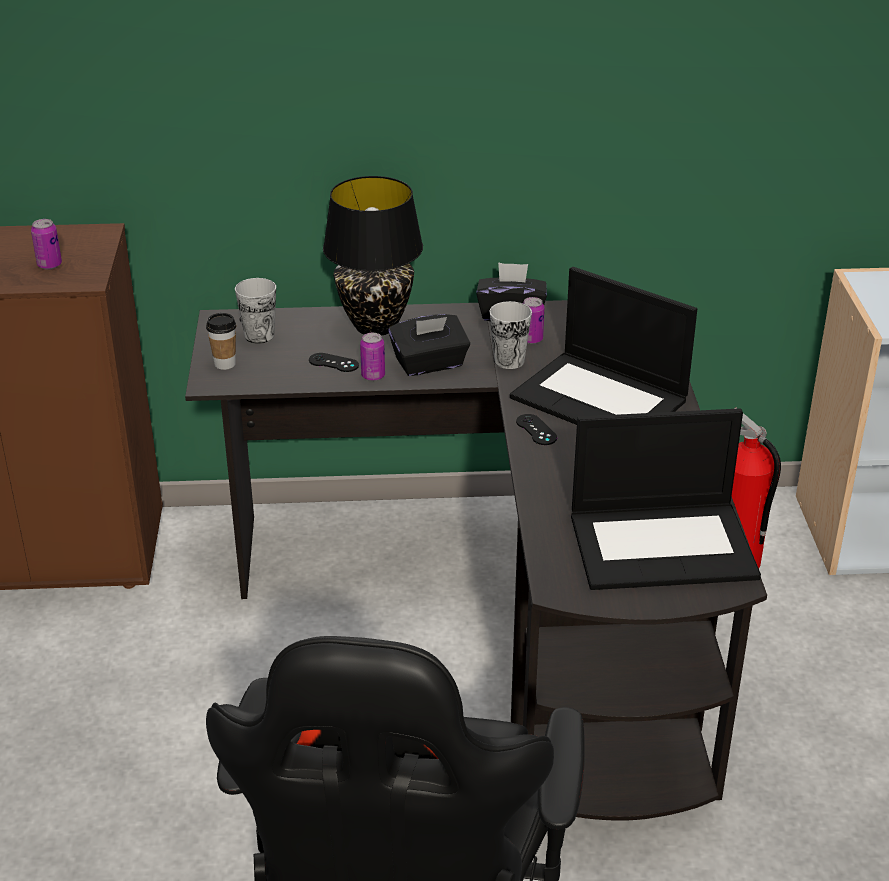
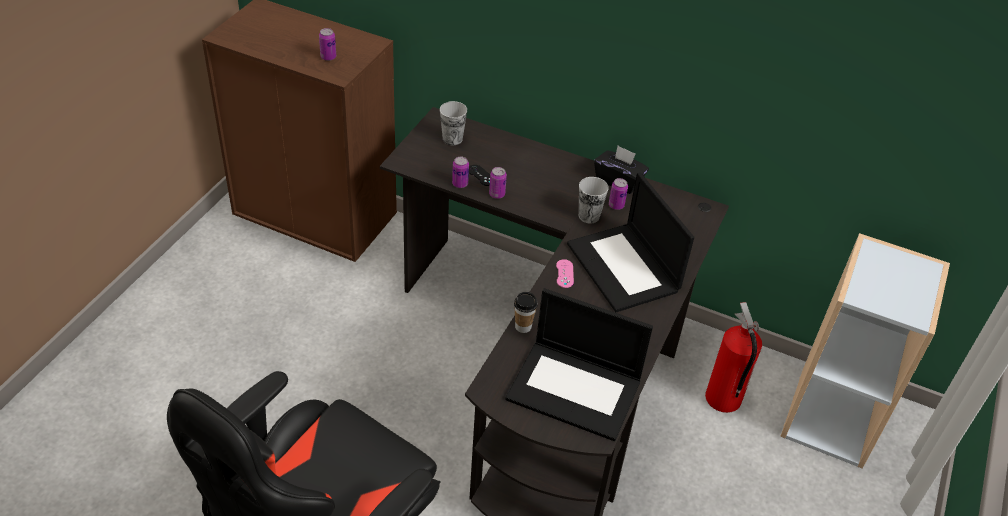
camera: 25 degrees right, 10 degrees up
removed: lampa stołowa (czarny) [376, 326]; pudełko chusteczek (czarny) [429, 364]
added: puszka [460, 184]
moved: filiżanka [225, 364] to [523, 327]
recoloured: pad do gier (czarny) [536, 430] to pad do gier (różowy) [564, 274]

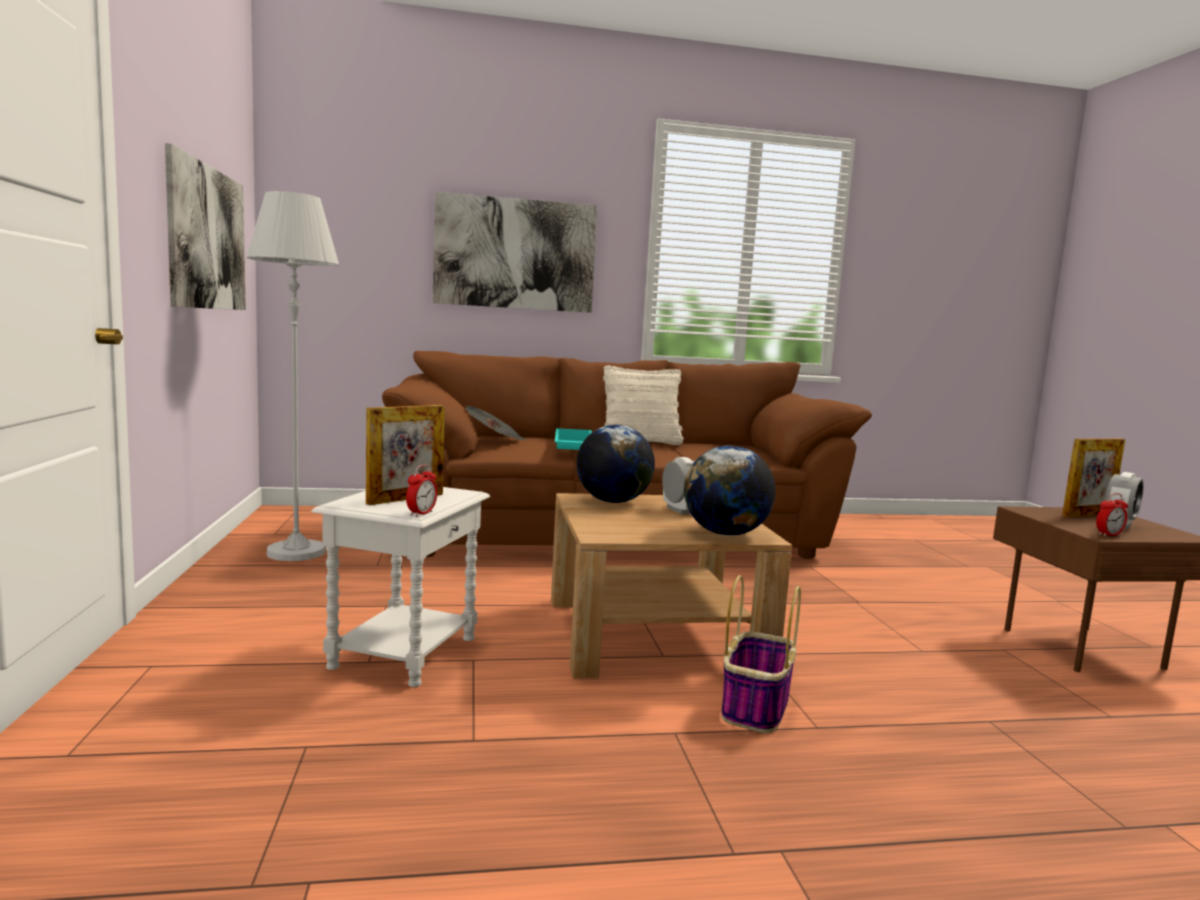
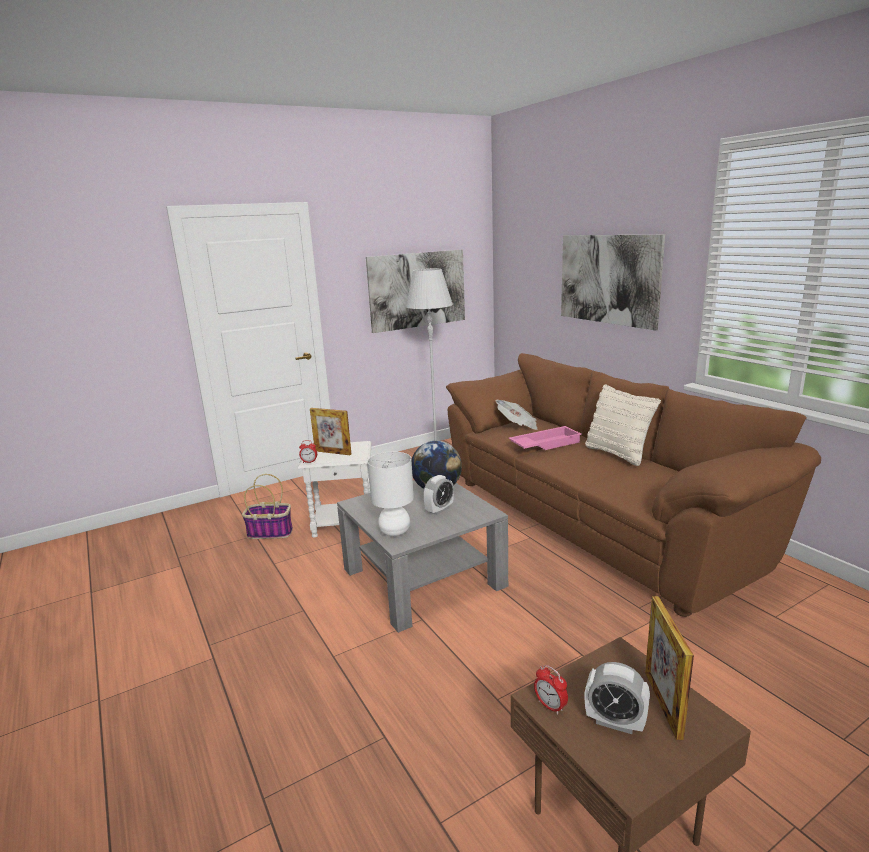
camera: 70 degrees right, 10 degrees up
moved: koszyk [755, 706] to [271, 532]
replaced: globus [725, 534] to lampa stołowa (biały) [394, 532]
recoloured: ława (brązowy) [653, 633] to ława (szary) [423, 577]; taca (turkusowy) [572, 447] to taca (różowy) [545, 444]
turned: ramka na zdjęcie [1087, 514] = [663, 703] 45 degrees clockwise

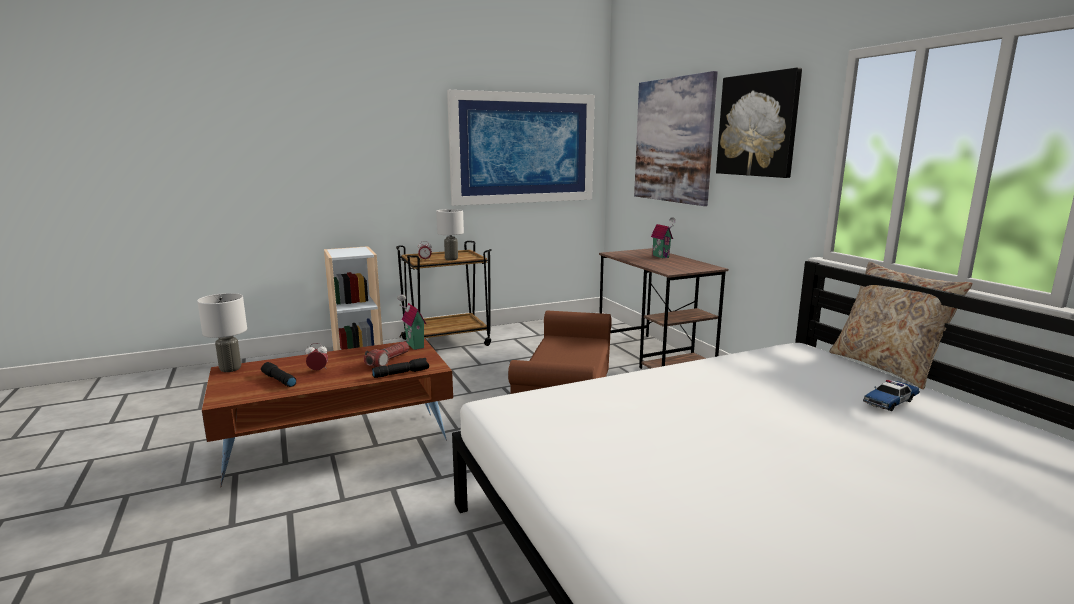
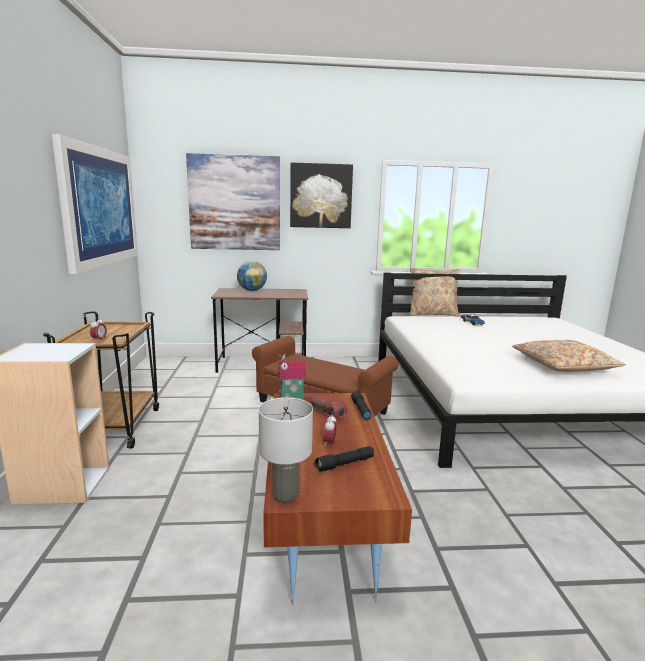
camera: 70 degrees left, 0 degrees up
removed: lampa stołowa (biały) [451, 259]
added: poduszka (beżowy) [563, 366]
replaced: domek [662, 256] to globus [252, 290]

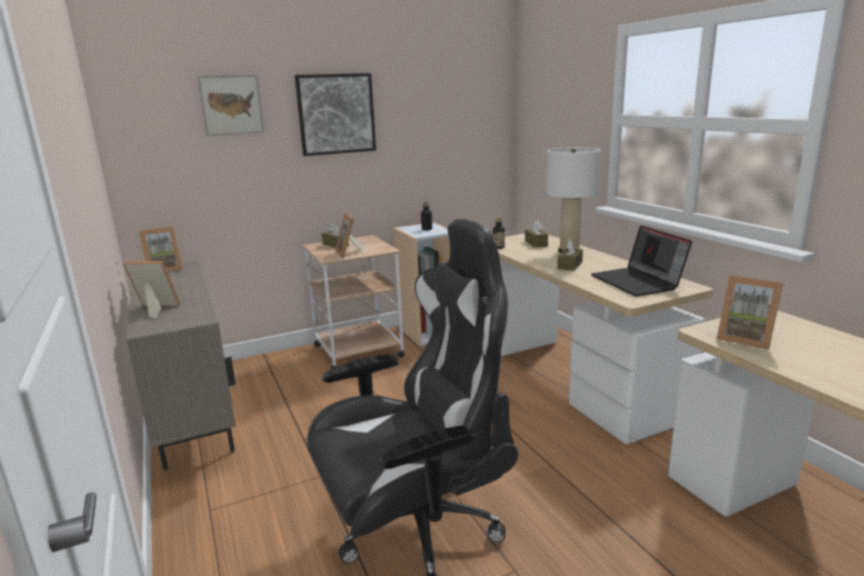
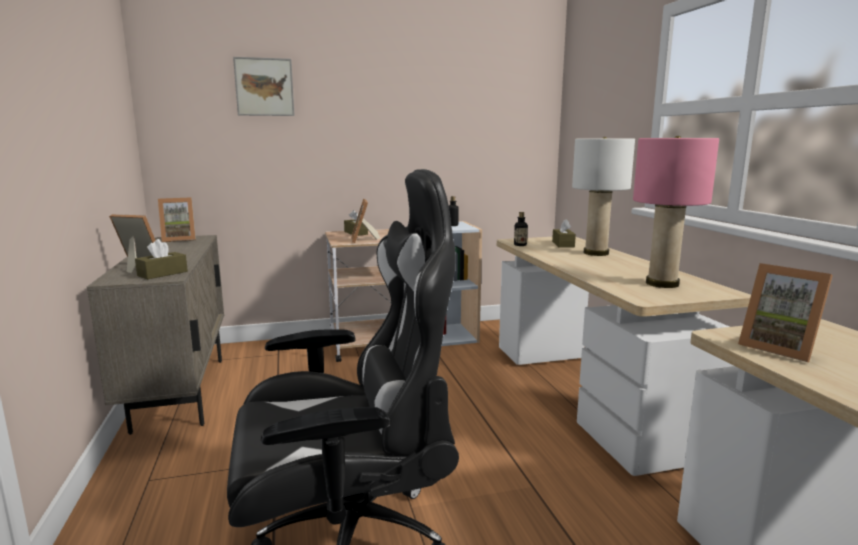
camera: 10 degrees right, 5 degrees down
removed: obraz [336, 114]
moved: pudełko chusteczek (brązowy) [569, 265] to [162, 273]
replaced: laptop [638, 282] to lampa stołowa (różowy) [662, 284]

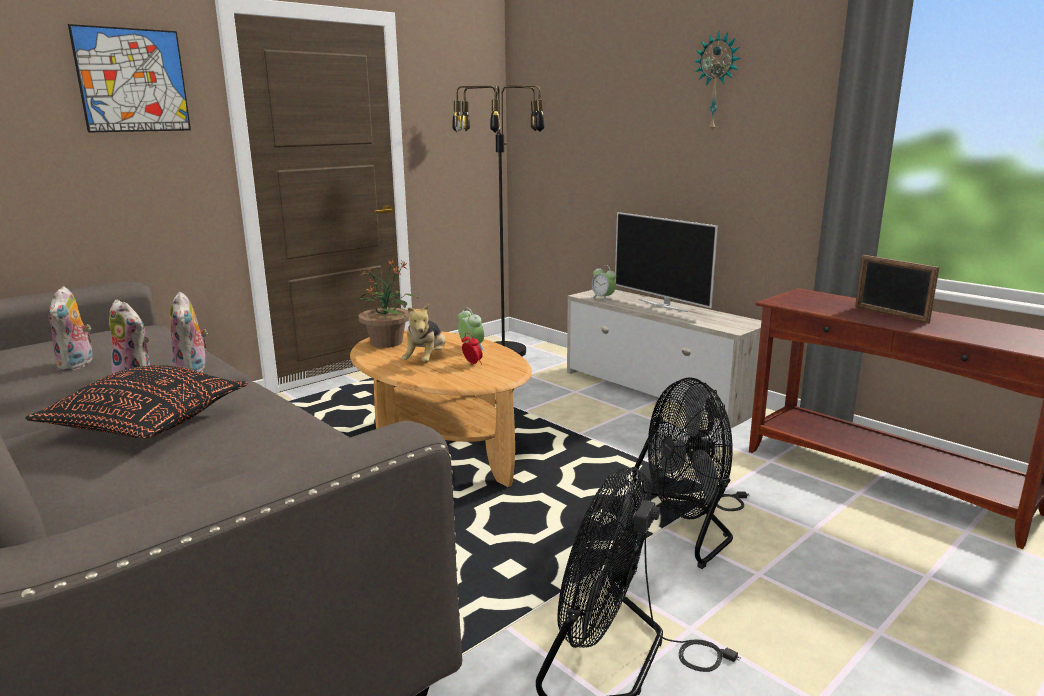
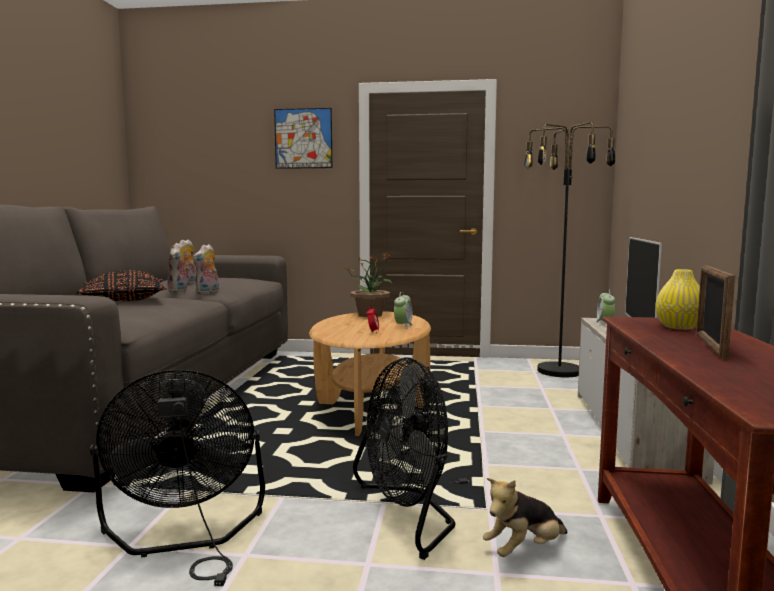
camera: 50 degrees right, 10 degrees down
removed: zegar ścienny [717, 82]
added: wazon (żółty) [679, 327]
moved: pluszak [426, 360] to [524, 550]
turned: wentylator (czarny) [692, 521] = [414, 511] 60 degrees counterclockwise

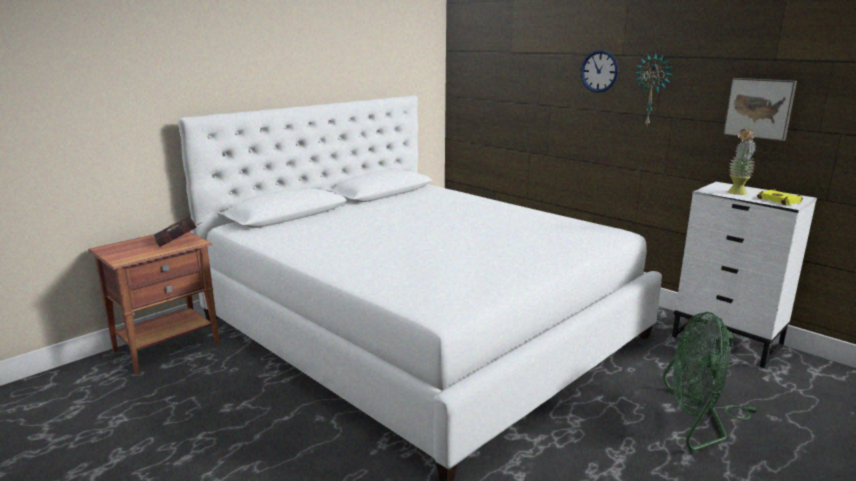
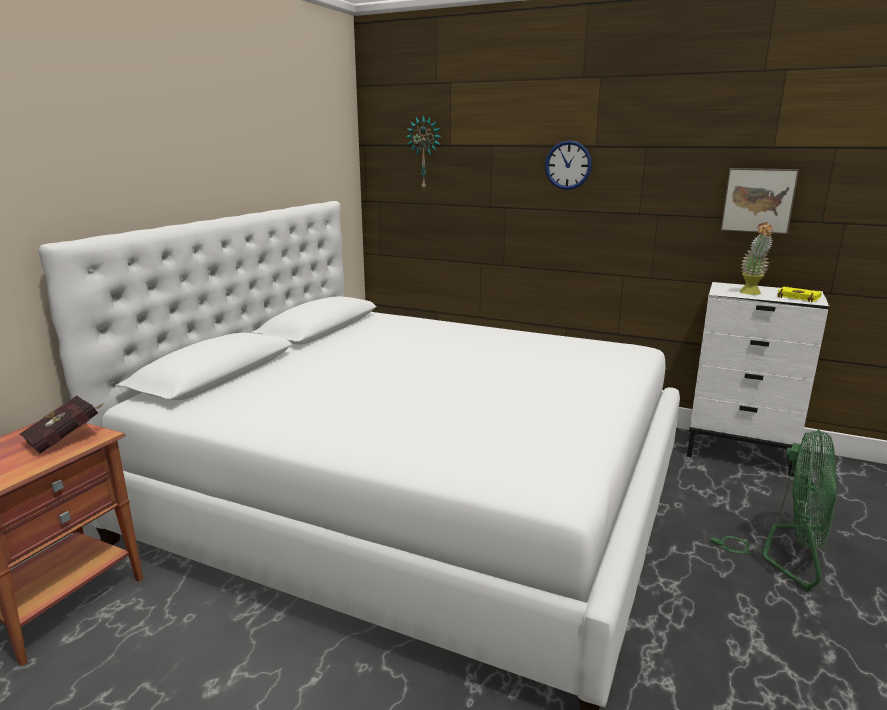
camera: 20 degrees left, 0 degrees up
moved: zegar ścienny [652, 90] to [425, 153]
turned: wentylator (zielony) [700, 419] = [786, 551] 135 degrees counterclockwise

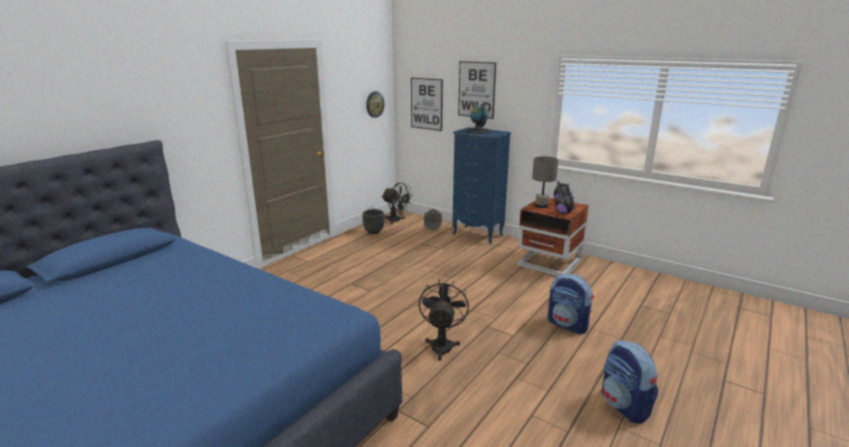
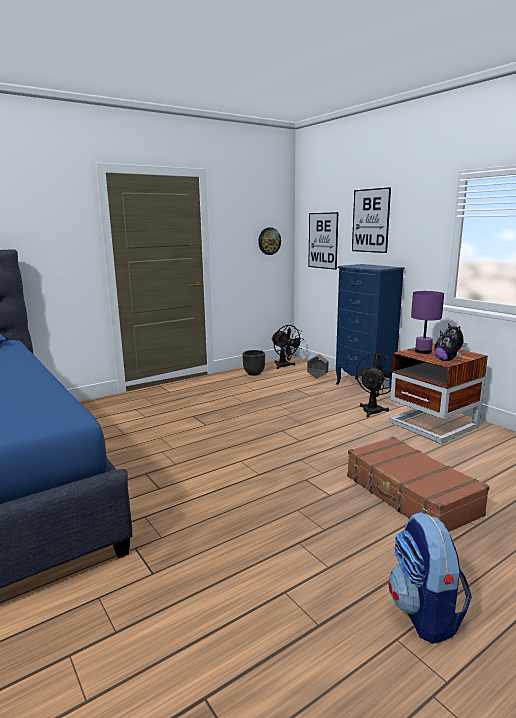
camera: 20 degrees right, 5 degrees down
removed: globus [478, 131]
moved: wentylator (czarny) [442, 344] to [373, 409]
replaced: plecak [568, 325] to walizka (brązowy) [410, 496]
recoloured: lampa stołowa (szary) [541, 205] to lampa stołowa (fioletowy) [422, 351]

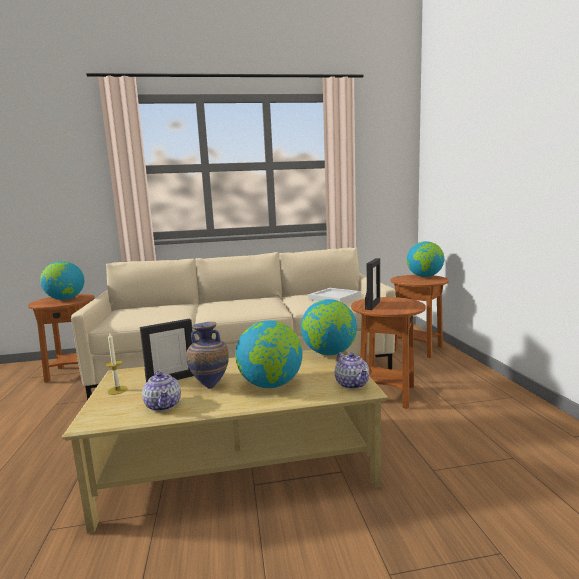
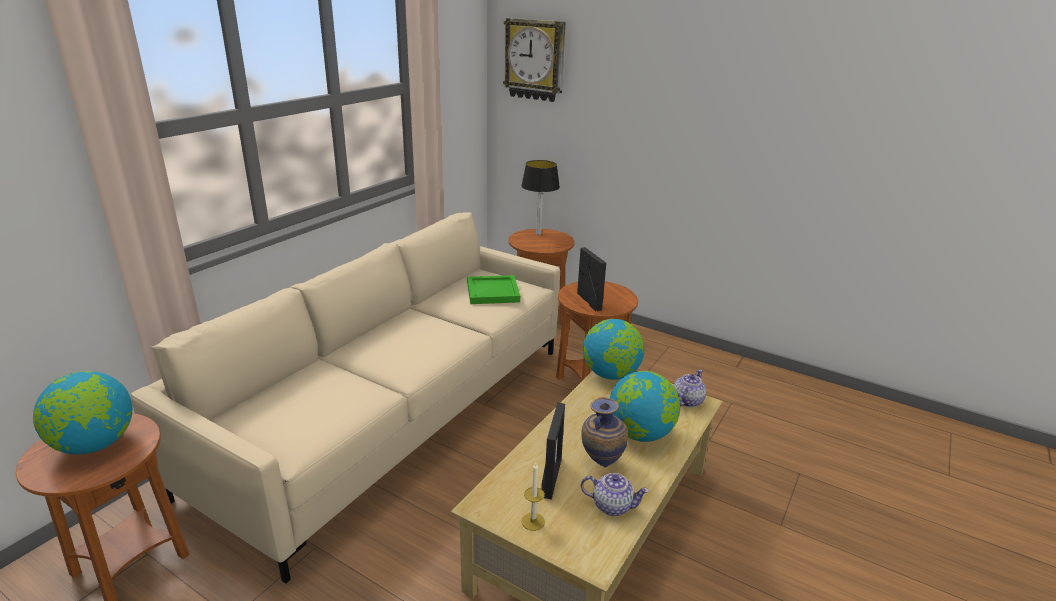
camera: 50 degrees left, 15 degrees up
added: zegar ścienny [535, 60]
replaced: globus [424, 277] to lampa stołowa [539, 233]
recoloured: taca (biały) [335, 298] to taca (zielony) [493, 292]
turned: imbryk [352, 384] = [687, 401] 75 degrees counterclockwise

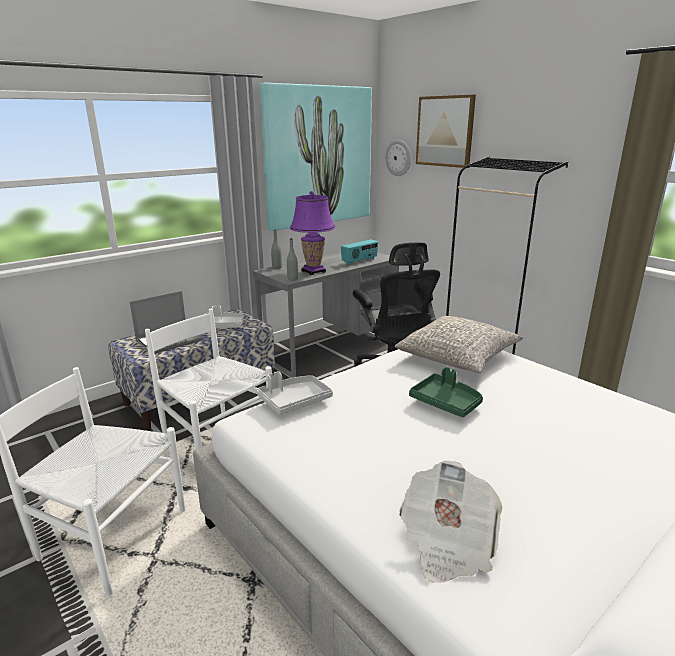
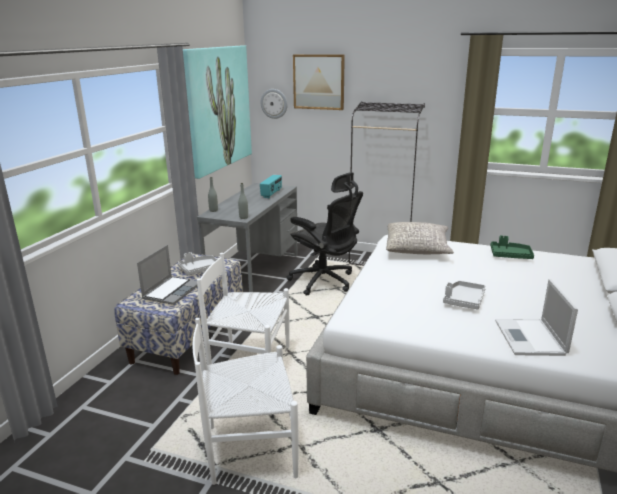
camera: 30 degrees left, 0 degrees up
removed: lampa stołowa (fioletowy) [313, 271]
moved: taca (szary) [294, 401] to [463, 300]; taca (zielony) [446, 402] to [510, 255]
replaced: gazeta [447, 542] to laptop [530, 338]

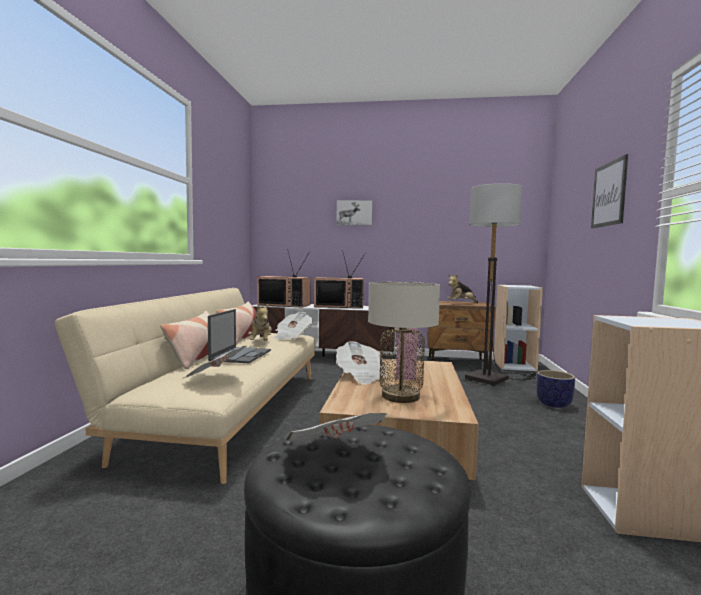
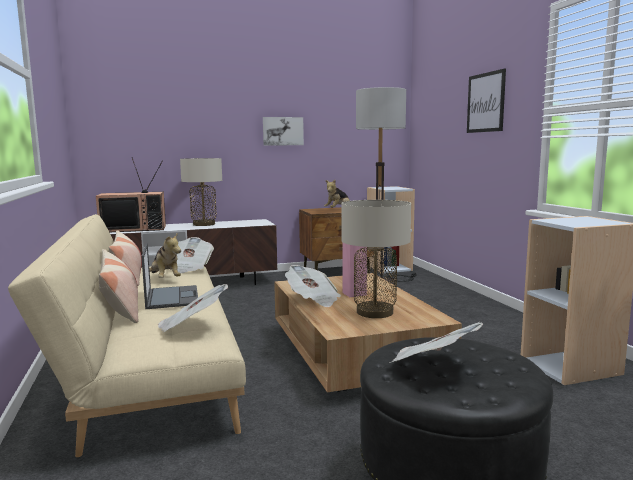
camera: 25 degrees left, 5 degrees up
removed: donica [553, 404]
moved: obraz [354, 213] to [282, 131]
replaced: telewizor [339, 306] to lampa stołowa [204, 224]

